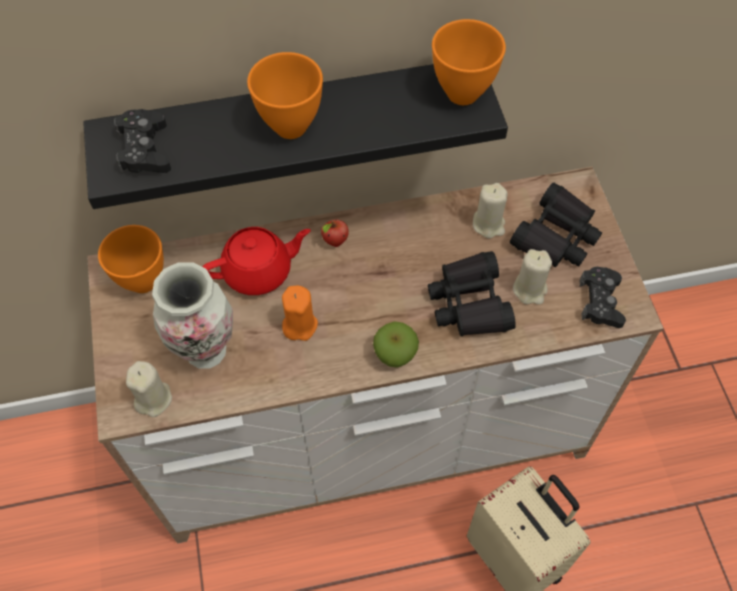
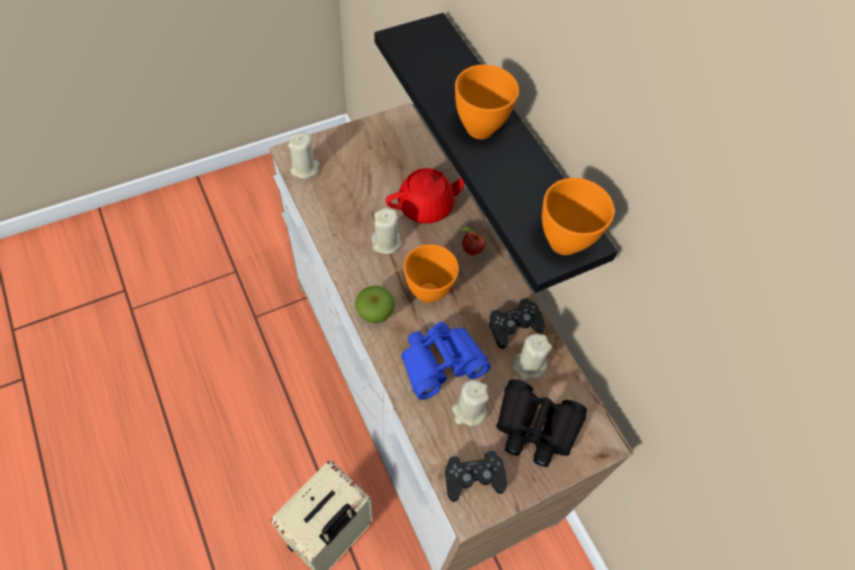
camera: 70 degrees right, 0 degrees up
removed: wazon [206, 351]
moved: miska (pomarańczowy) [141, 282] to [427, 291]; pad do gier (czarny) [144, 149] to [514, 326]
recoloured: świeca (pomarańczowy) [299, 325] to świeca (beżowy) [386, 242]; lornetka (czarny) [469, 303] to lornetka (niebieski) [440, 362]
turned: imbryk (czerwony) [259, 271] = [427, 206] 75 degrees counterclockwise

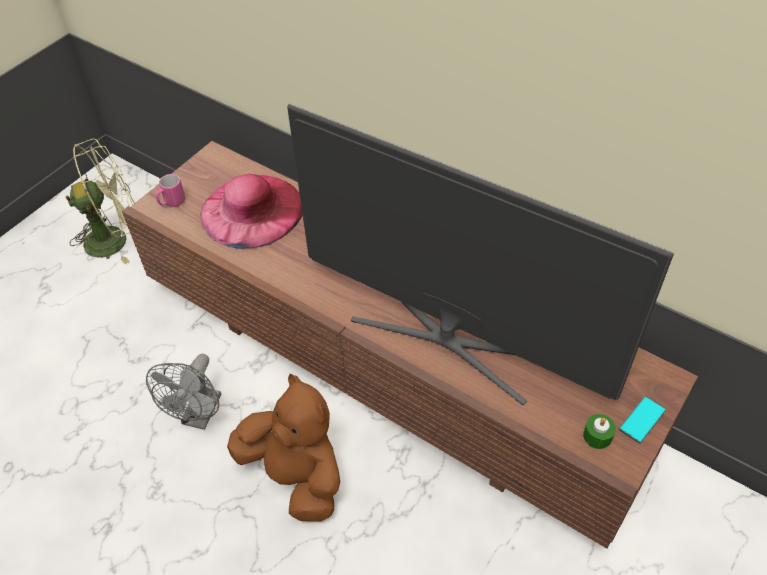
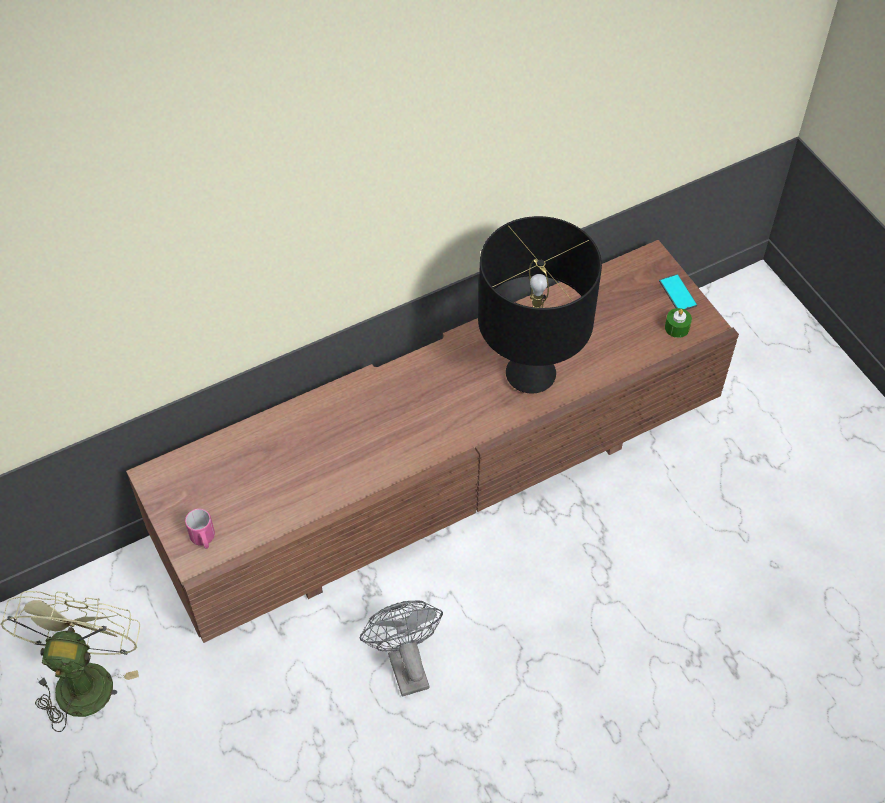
camera: 65 degrees left, 5 degrees up
removed: kapelusz (różowy) [252, 210]; pluszak (brązowy) [296, 475]
replaced: telewizor [450, 338] to lampa stołowa (czarny) [530, 377]
turned: wentylator (szary) [199, 416] = [405, 664] 150 degrees counterclockwise

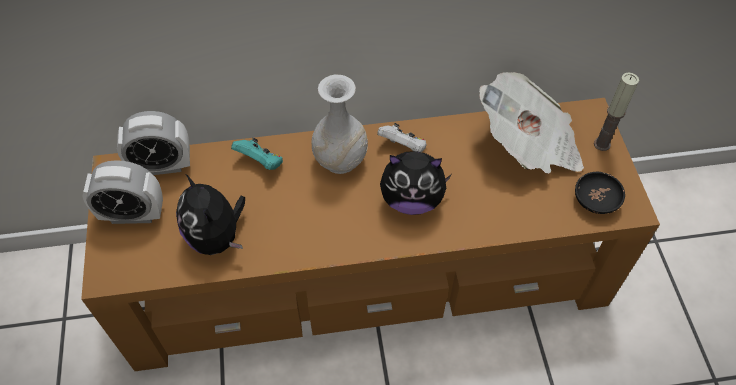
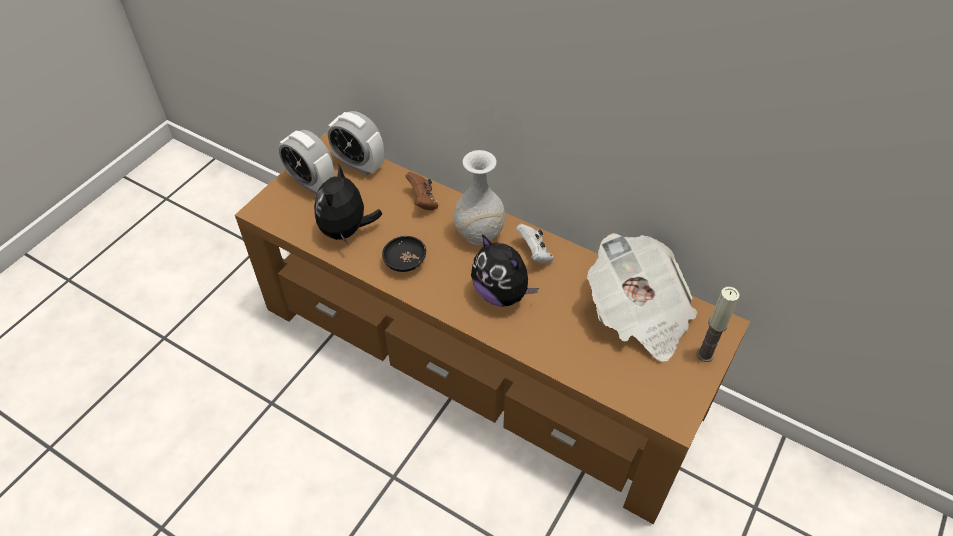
camera: 40 degrees right, 5 degrees down
moved: miska (czarny) [595, 201] to [405, 262]
recoloured: pad do gier (turkusowy) [261, 163] to pad do gier (brązowy) [423, 201]

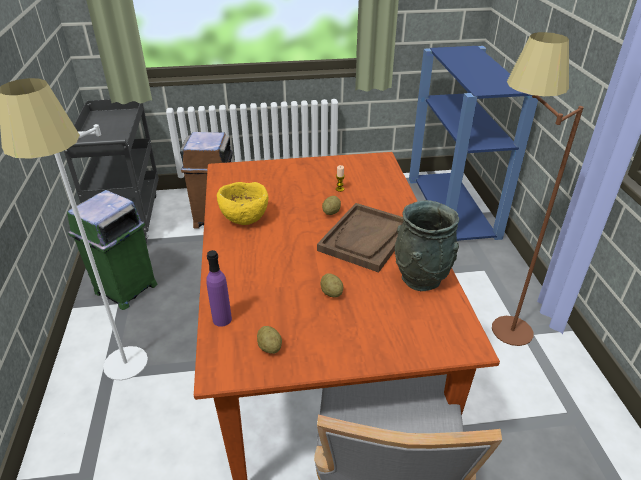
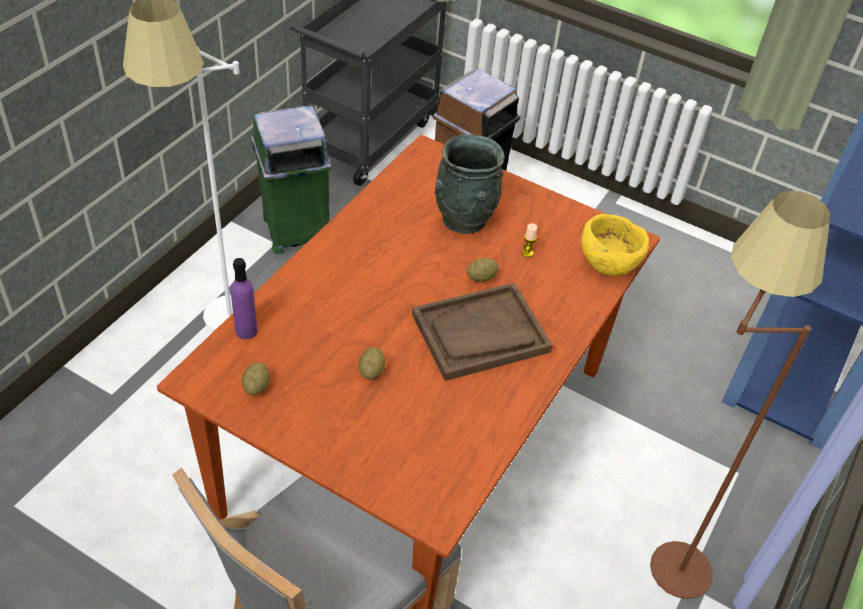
camera: 35 degrees right, 10 degrees up
moved: miska (żółty) [244, 218] to [608, 264]; wazon (szary) [422, 278] to [464, 220]

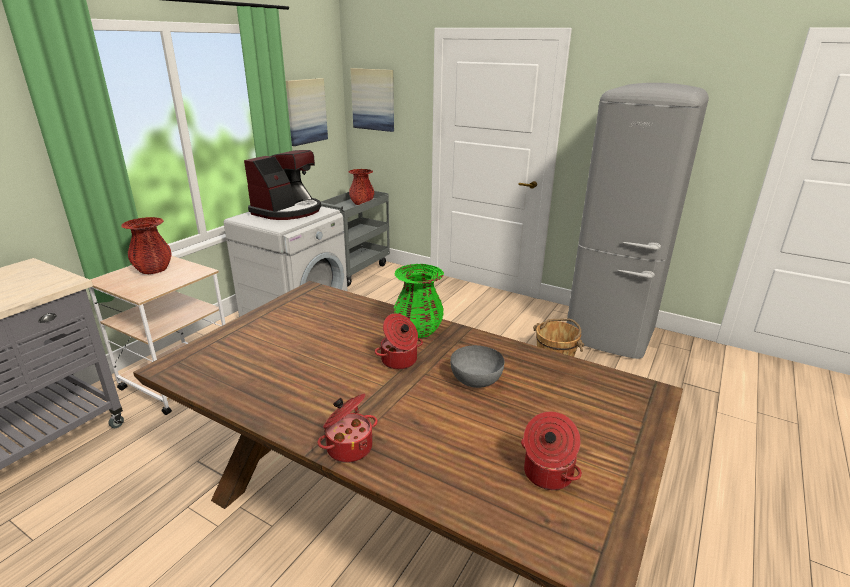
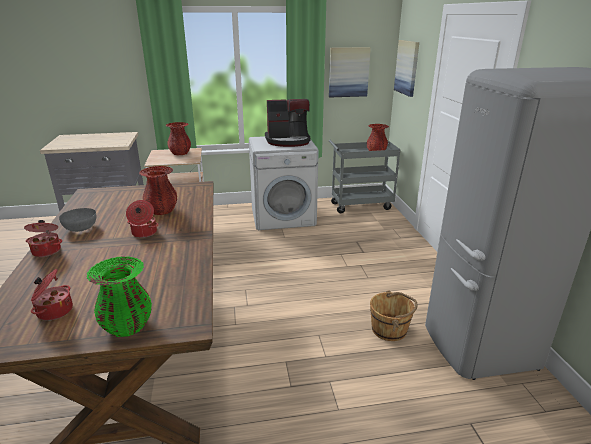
camera: 50 degrees right, 0 degrees up
added: wazon (czerwony) [162, 211]
moved: wazon (zielony) [418, 330] to [127, 326]; miska (szary) [476, 380] to [80, 228]

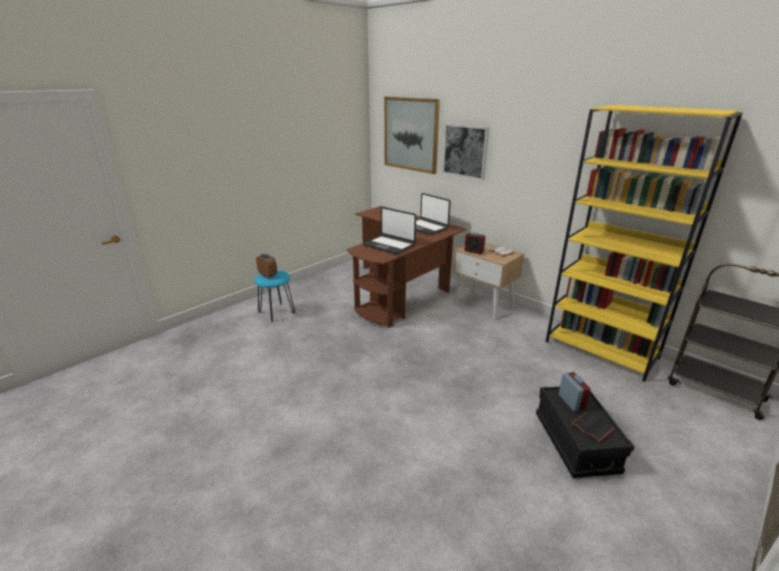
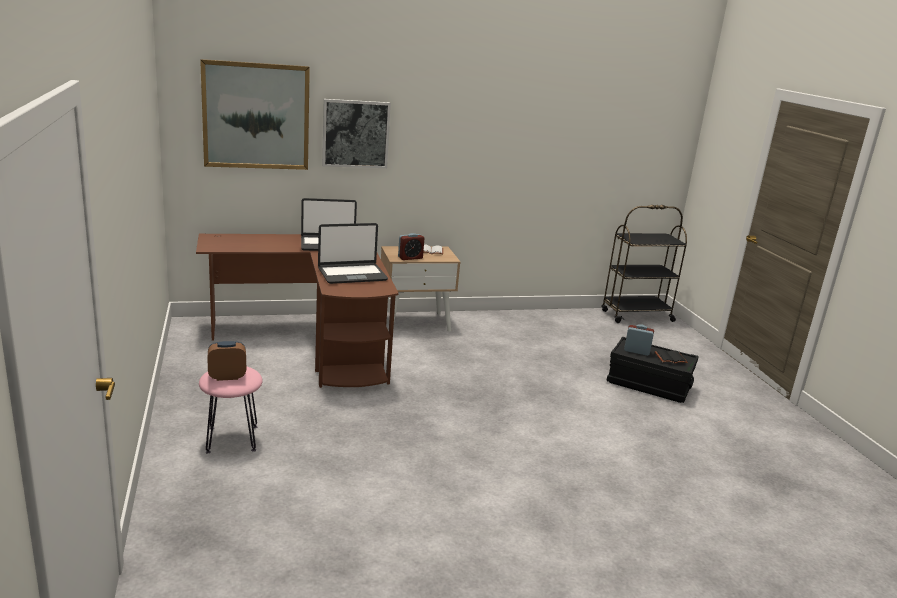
camera: 60 degrees left, 5 degrees down
removed: regał (żółty) [601, 350]
recoloured: stołek (turkusowy) [276, 312] to stołek (różowy) [232, 439]

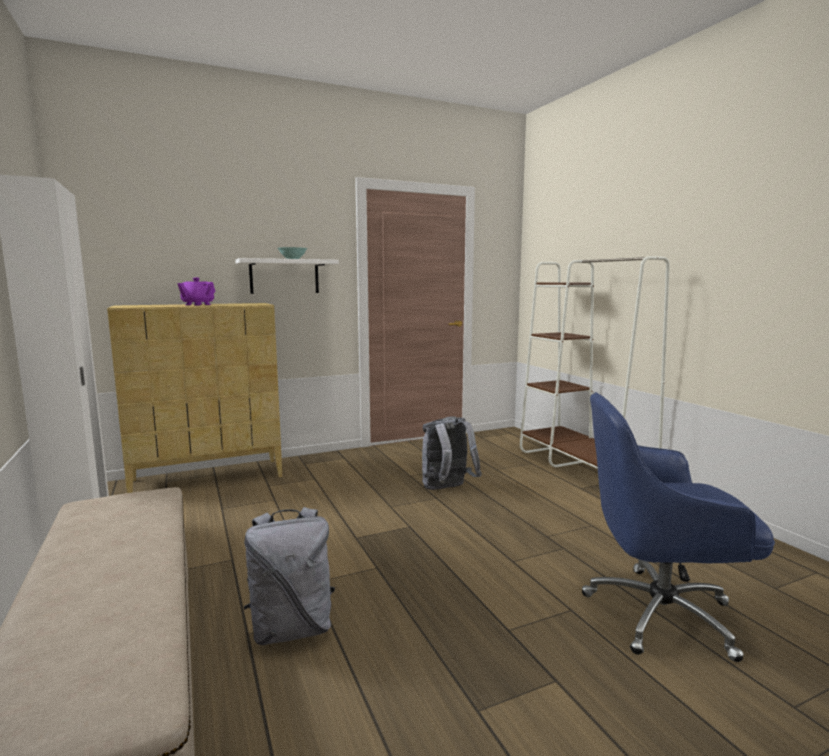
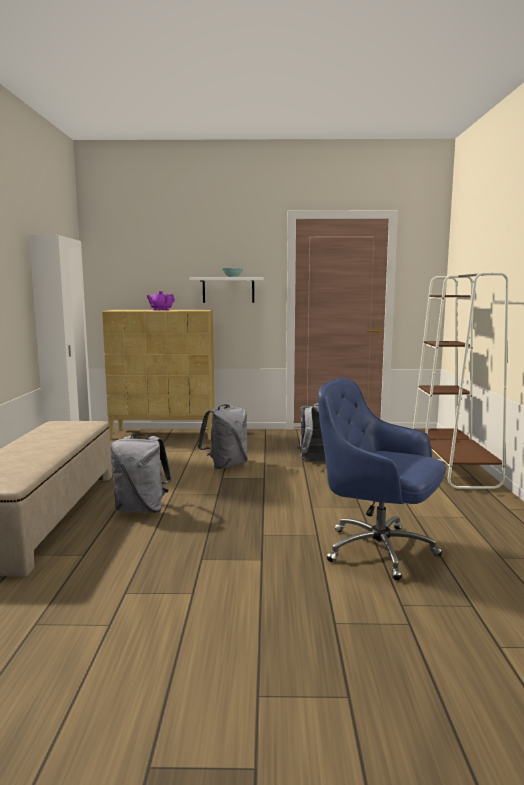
camera: 25 degrees right, 0 degrees up
added: plecak (szary) [226, 465]

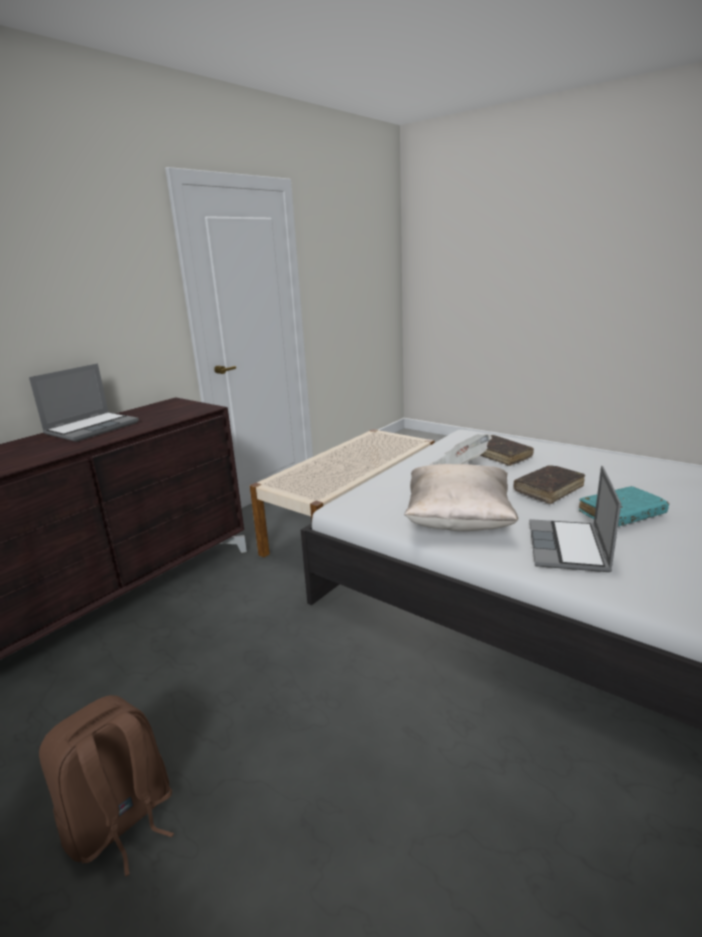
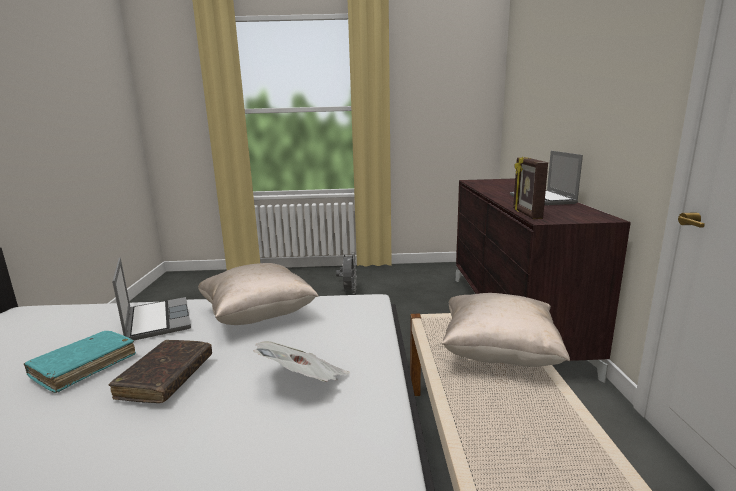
camera: 140 degrees right, 5 degrees down
removed: książka (brązowy) [500, 455]
added: poduszka (beżowy) [498, 354]; ramka na zdjęcie [526, 214]
replaced: plecak (brązowy) [121, 822] to wentylator (szary) [349, 292]

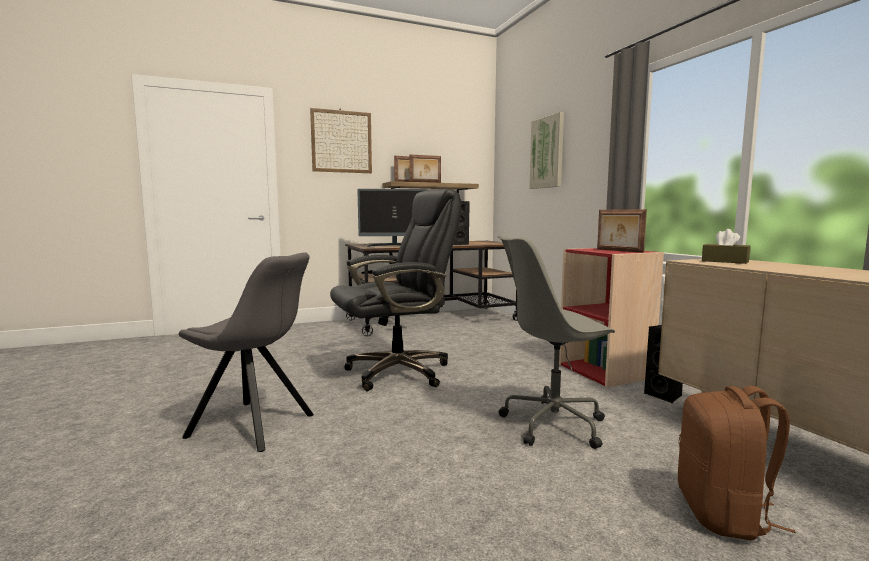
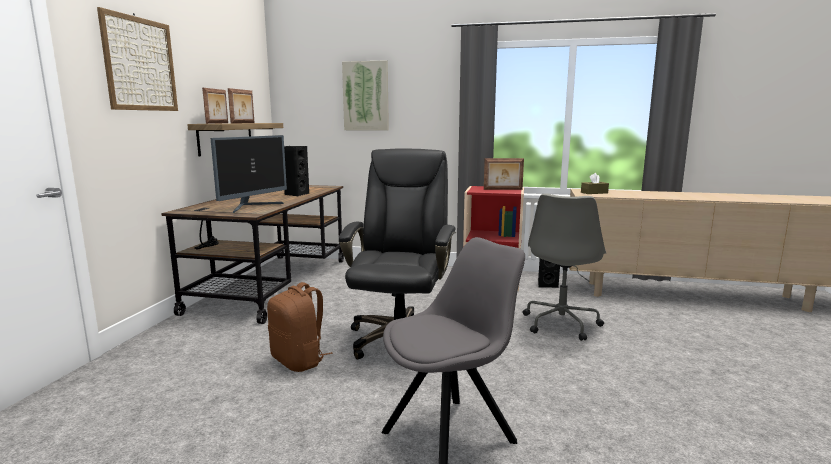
camera: 55 degrees left, 5 degrees up
moved: plecak (brązowy) [724, 514] to [299, 361]

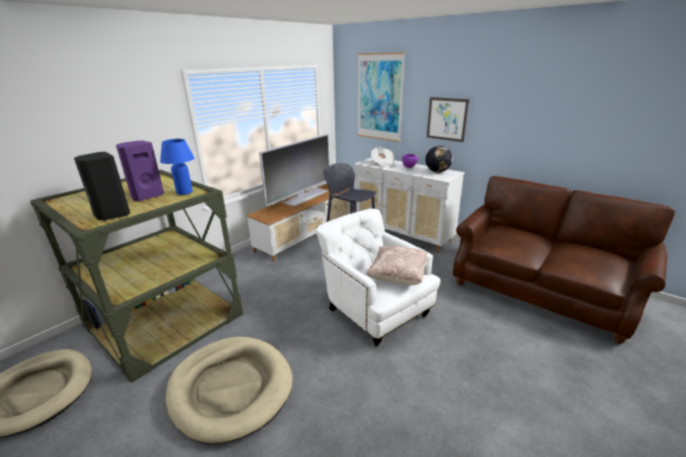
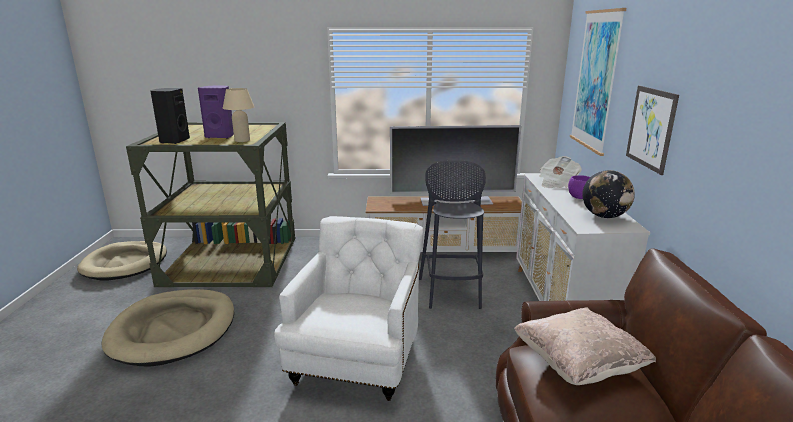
camera: 50 degrees right, 5 degrees down
moved: poduszka (beżowy) [398, 277] to [577, 366]
recoloured: lampa stołowa (niebieski) [184, 192] to lampa stołowa (beżowy) [242, 140]

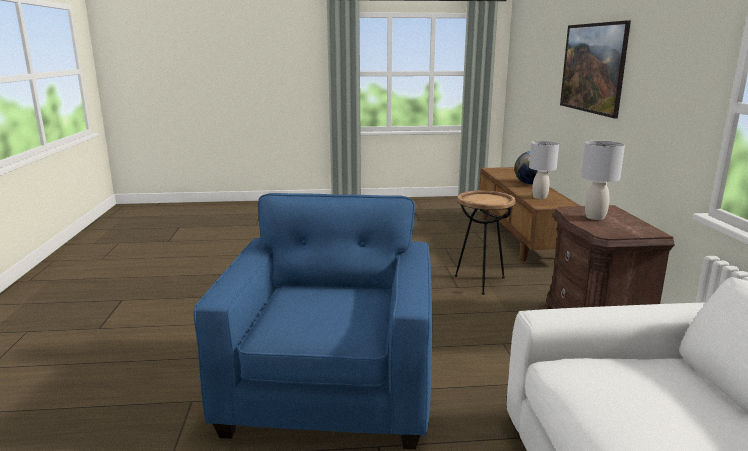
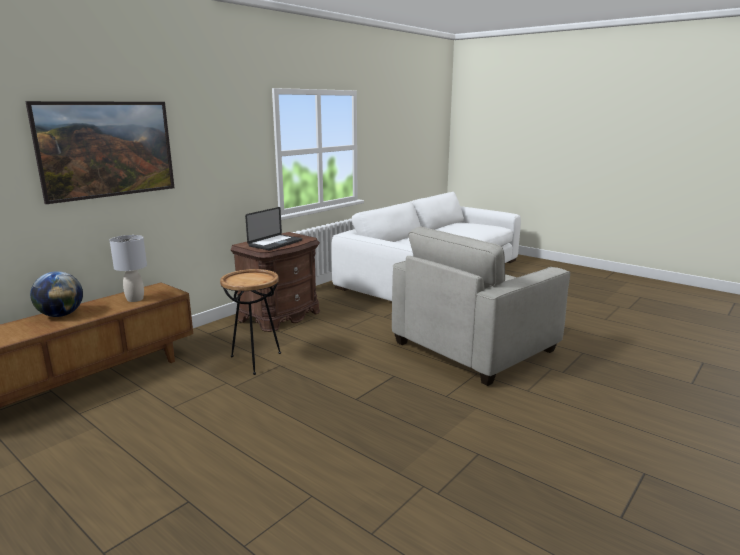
camera: 135 degrees left, 0 degrees up
replaced: lampa stołowa (szary) [595, 217] to laptop [275, 243]
recoloured: fotel (niebieski) [331, 389] to fotel (szary) [474, 347]

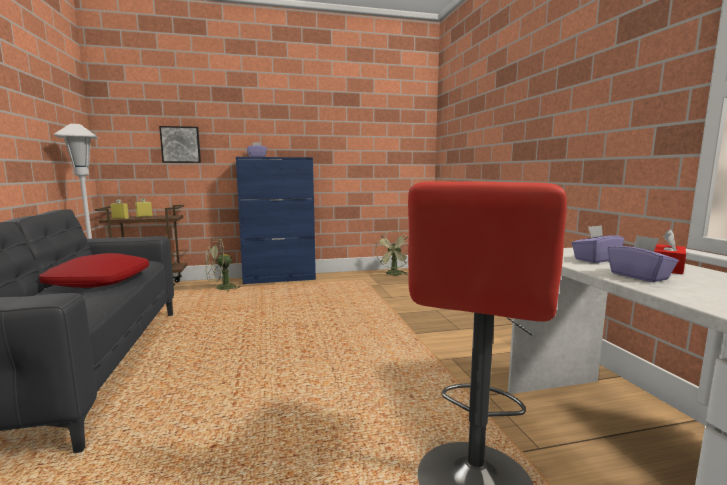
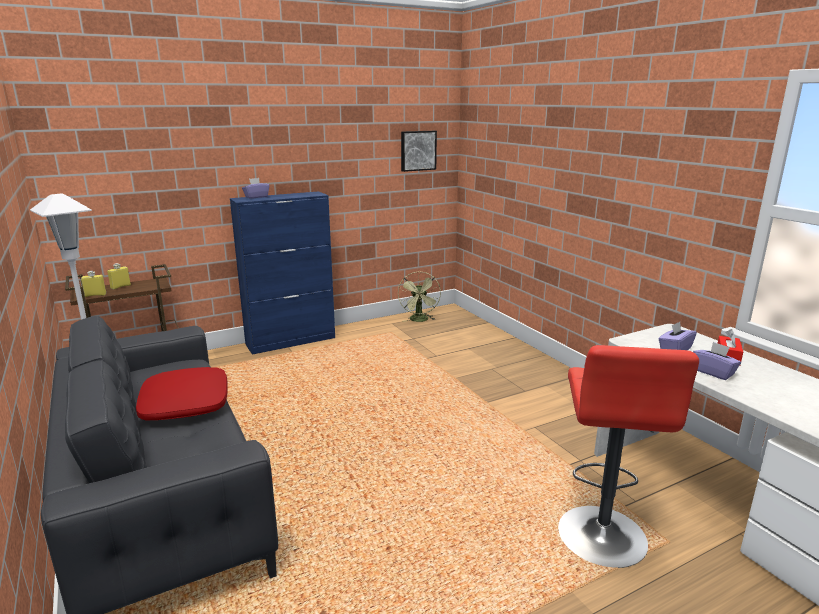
camera: 15 degrees left, 10 degrees up
removed: wentylator (zielony) [221, 288]
moved: obraz [180, 144] to [417, 150]

